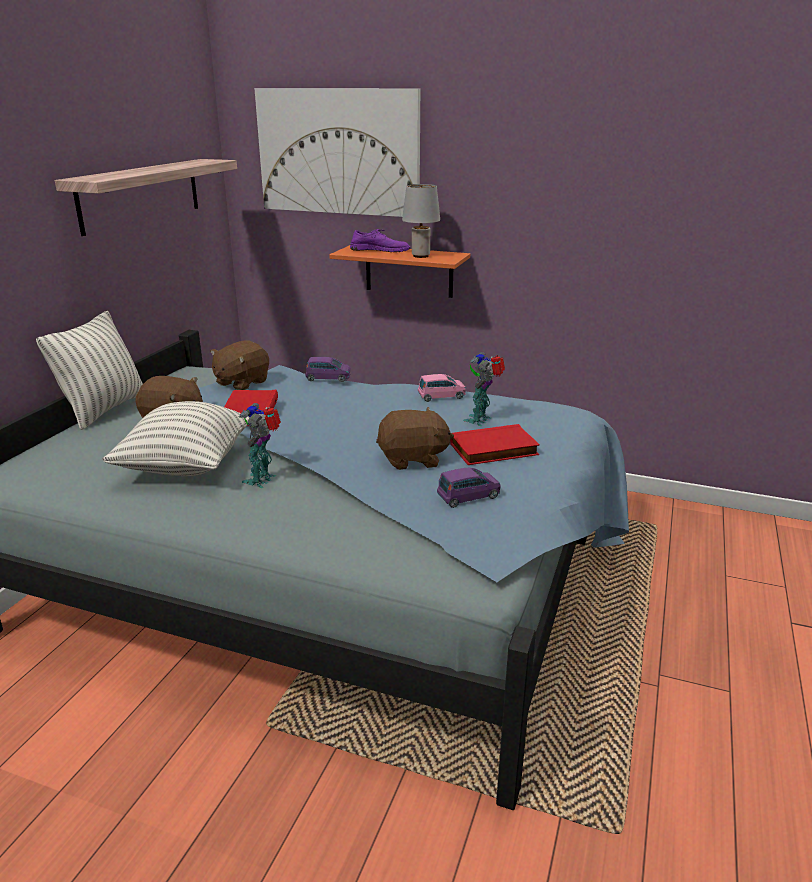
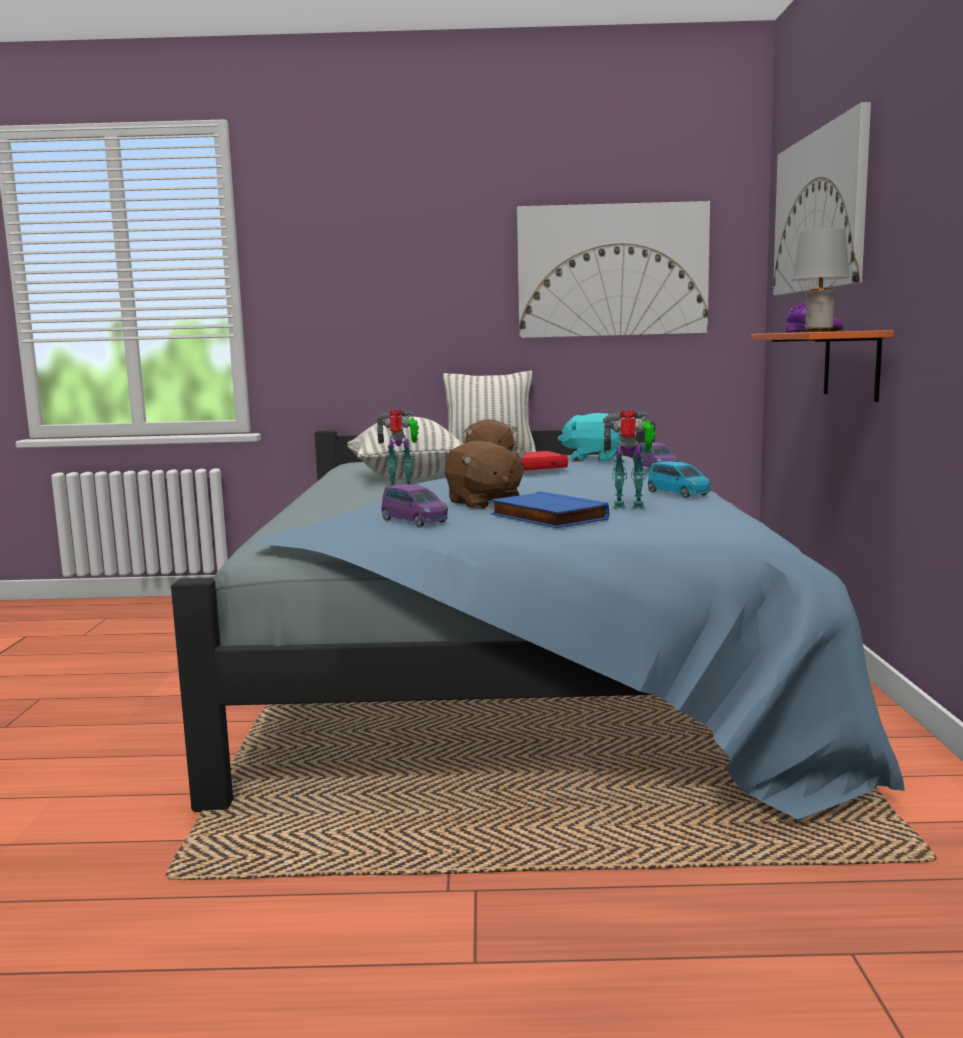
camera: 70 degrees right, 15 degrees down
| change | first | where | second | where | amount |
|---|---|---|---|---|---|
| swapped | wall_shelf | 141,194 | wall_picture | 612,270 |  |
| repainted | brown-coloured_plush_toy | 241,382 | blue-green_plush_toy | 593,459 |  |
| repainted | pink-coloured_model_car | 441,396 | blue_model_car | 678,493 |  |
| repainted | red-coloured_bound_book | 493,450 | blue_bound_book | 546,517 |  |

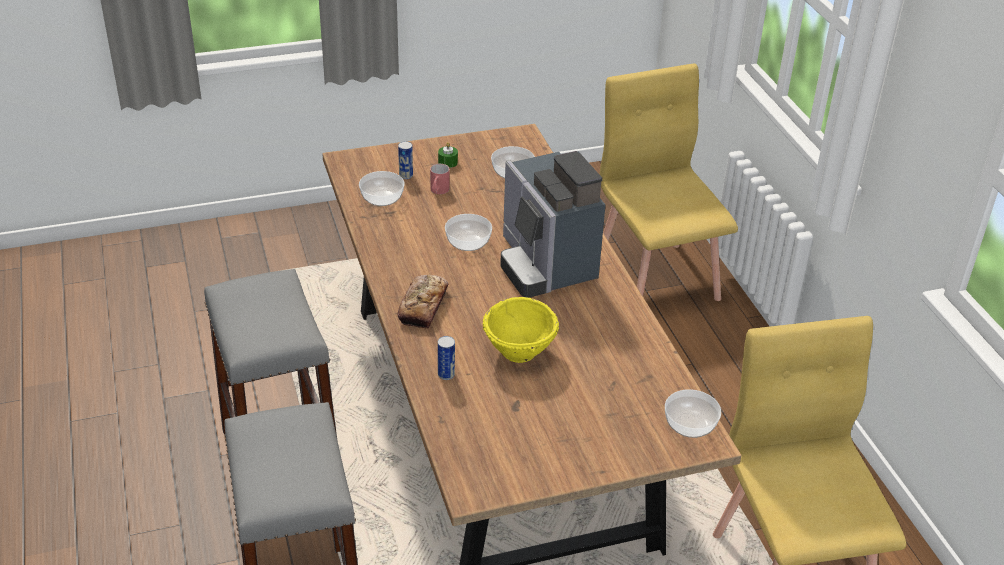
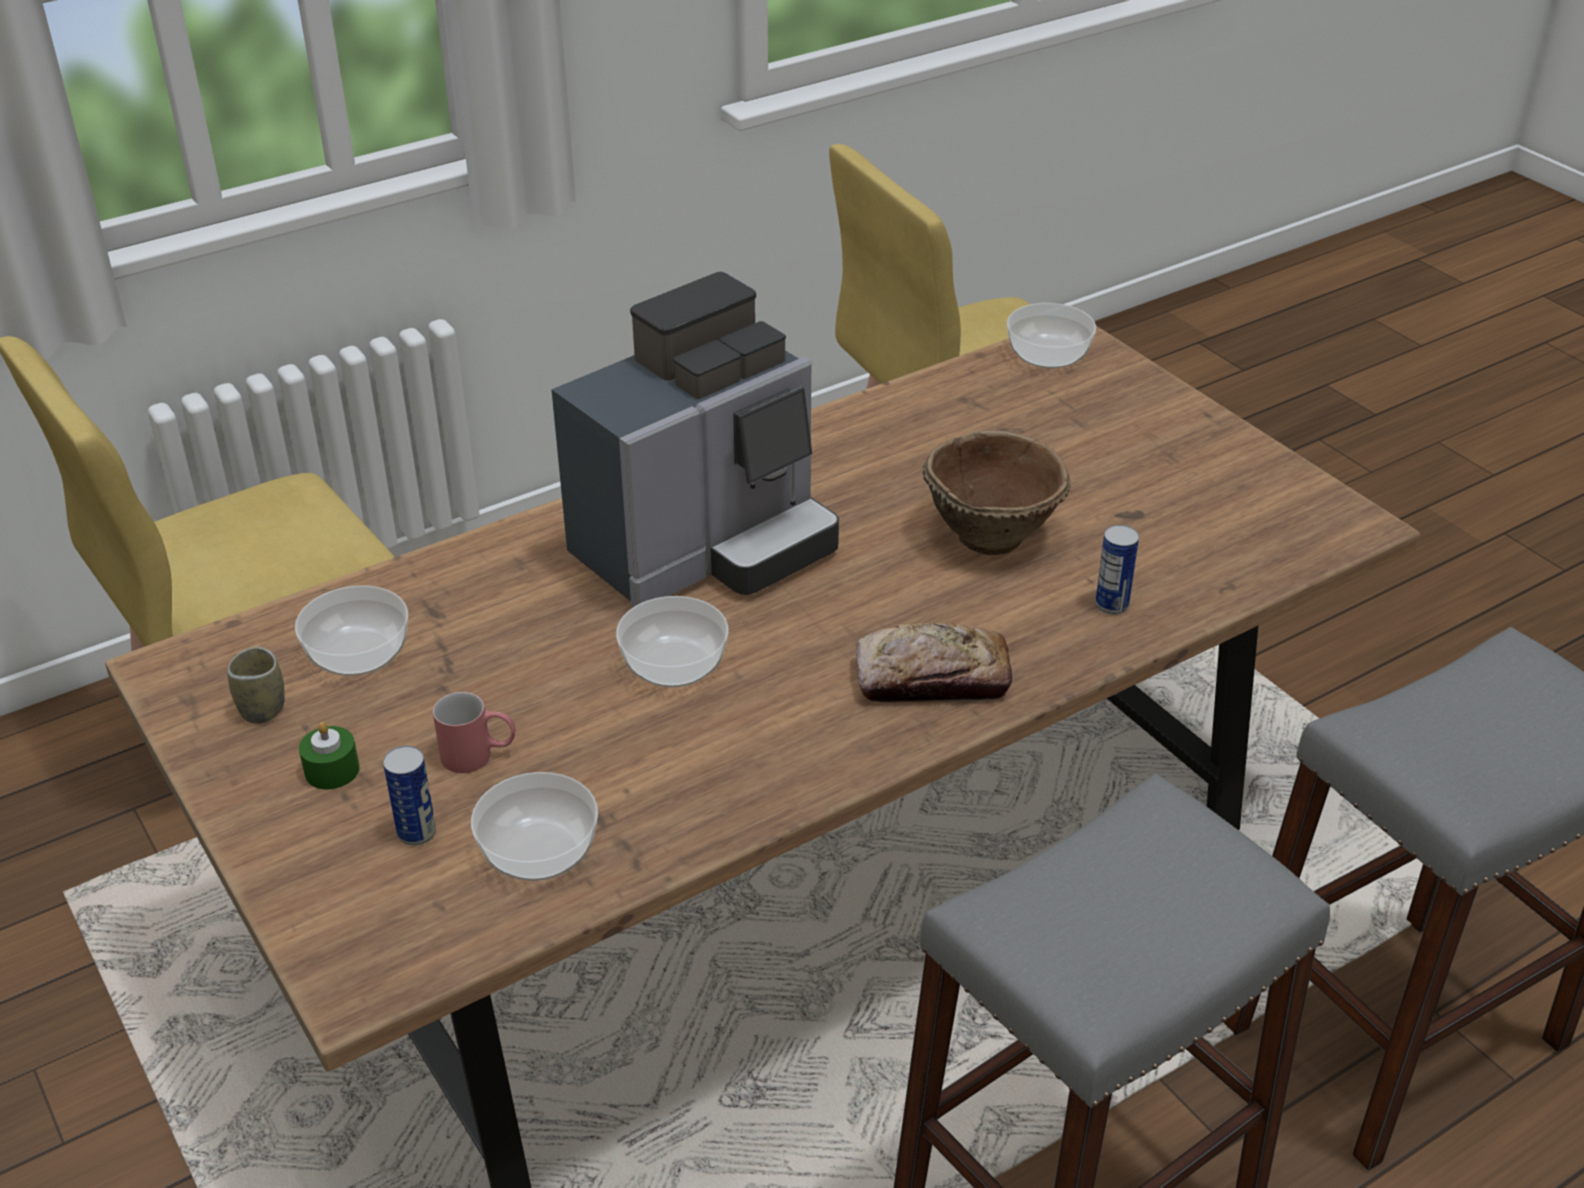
camera: 105 degrees left, 0 degrees up
| change | first | where | second | where | amount |
|---|---|---|---|---|---|
| repainted | yellowish_serving_bowl | 520,352 | brown-coloured_serving_bowl | 991,533 |  |
| new |  |  | drinking_cup | 262,709 |  |

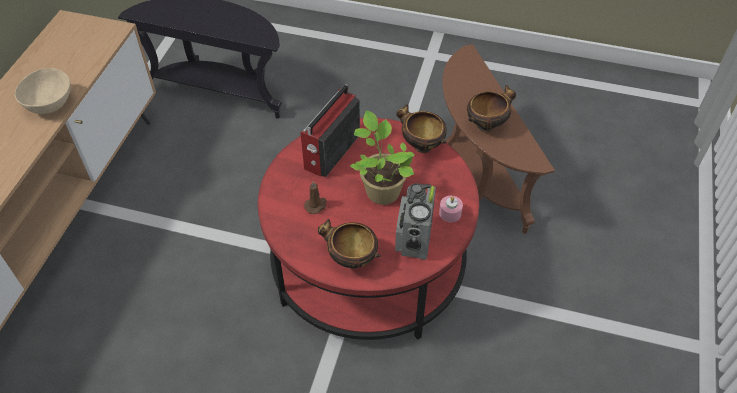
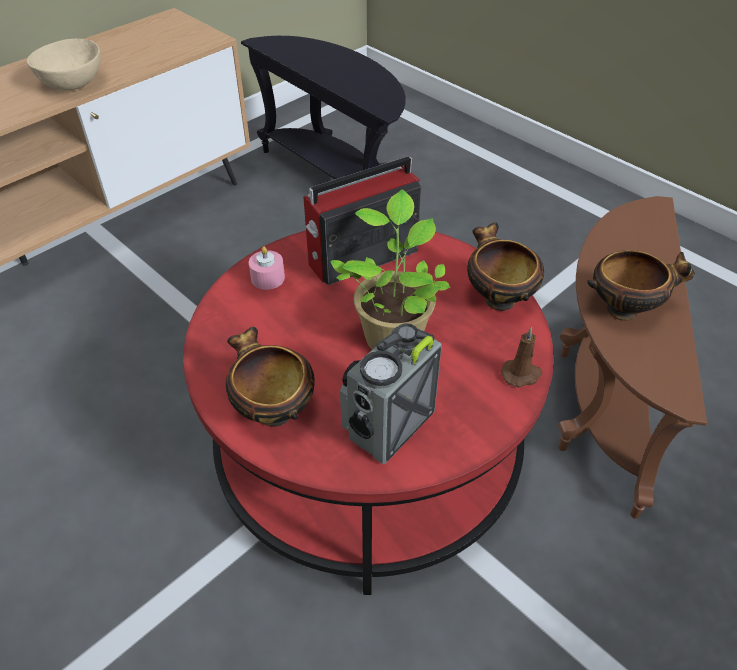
camera: 30 degrees right, 5 degrees down
| change | first | where | second | where | amount |
|---|---|---|---|---|---|
| shifted | brown-coloured_candle | 316,205 |  | 521,374 |  |
| shifted | pink-coloured_candle | 450,213 |  | 268,278 |  |

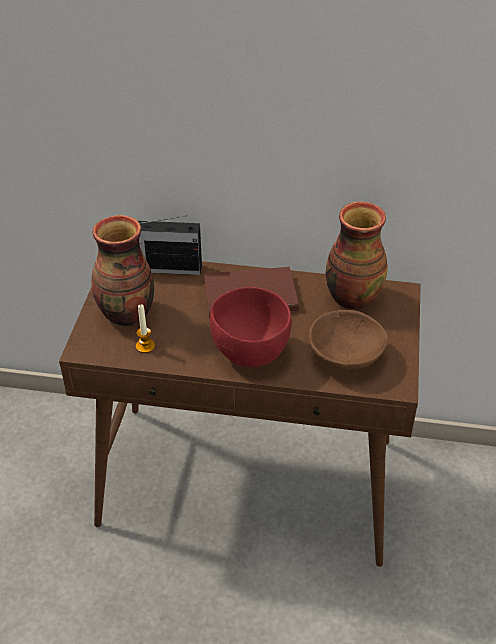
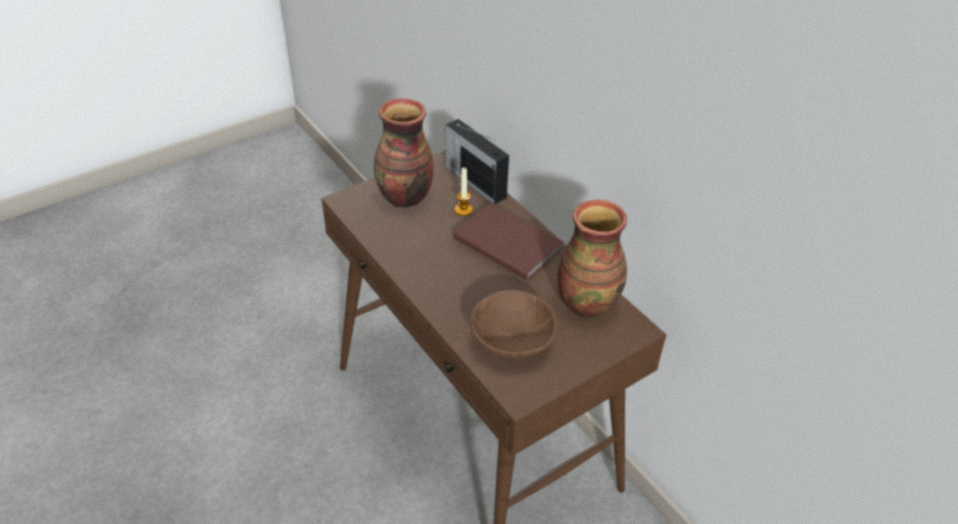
camera: 45 degrees right, 0 degrees up
| change | first | where | second | where | amount |
|---|---|---|---|---|---|
| gone | red-coloured_serving_bowl | 250,352 |  |  |  |
| shifted | candle | 145,346 |  | 463,210 |  |

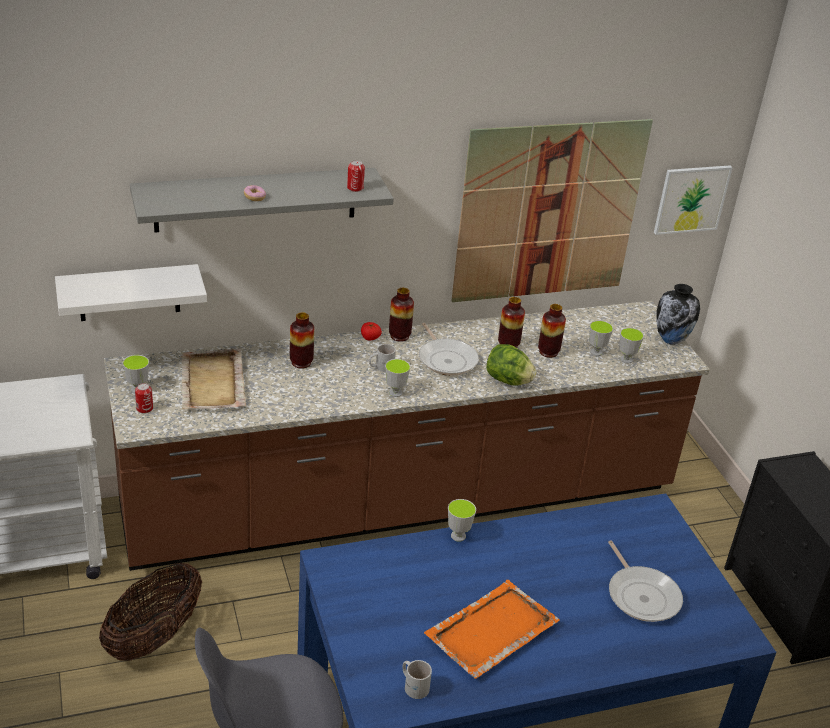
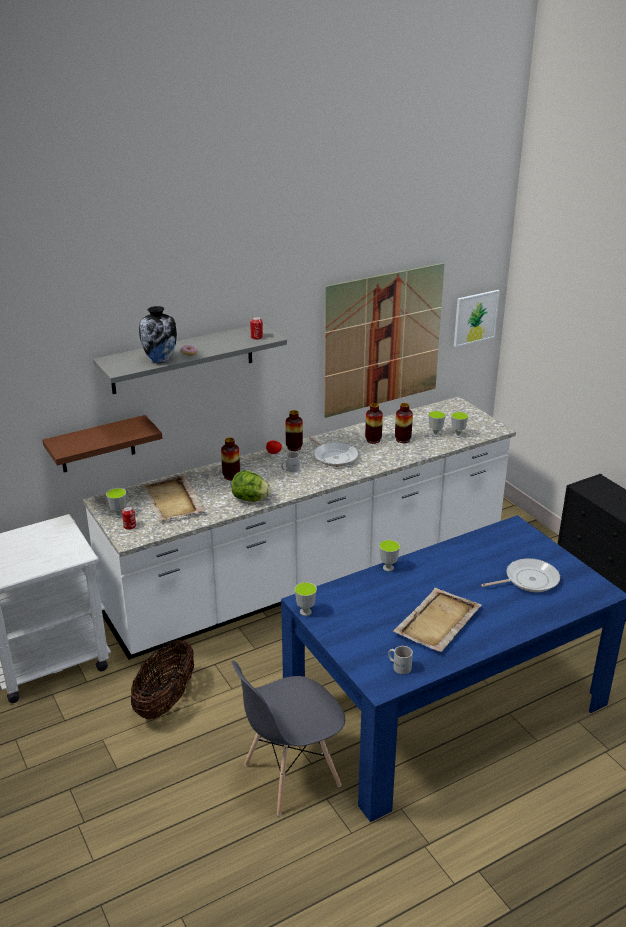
camera: 10 degrees left, 5 degrees down
| change | first | where | second | where | amount |
|---|---|---|---|---|---|
| repainted | white_wall_shelf | 129,293 | brown-coloured_wall_shelf | 97,444 |  |
| shifted | decorative_vase | 671,340 |  | 160,360 |  |
| repainted | brown-coloured_counter | 402,502 | white_counter | 313,574 |  |
| shifted | lettuce | 508,381 |  | 250,499 |  |
| shifted | drinking_cup | 395,393 |  | 305,612 |  |
| rotated | frying_pan | 641,595 |  | 528,580 | 75 degrees counterclockwise |
| repainted | orangey_tray | 490,631 | beige-coloured_tray | 437,622 |  |

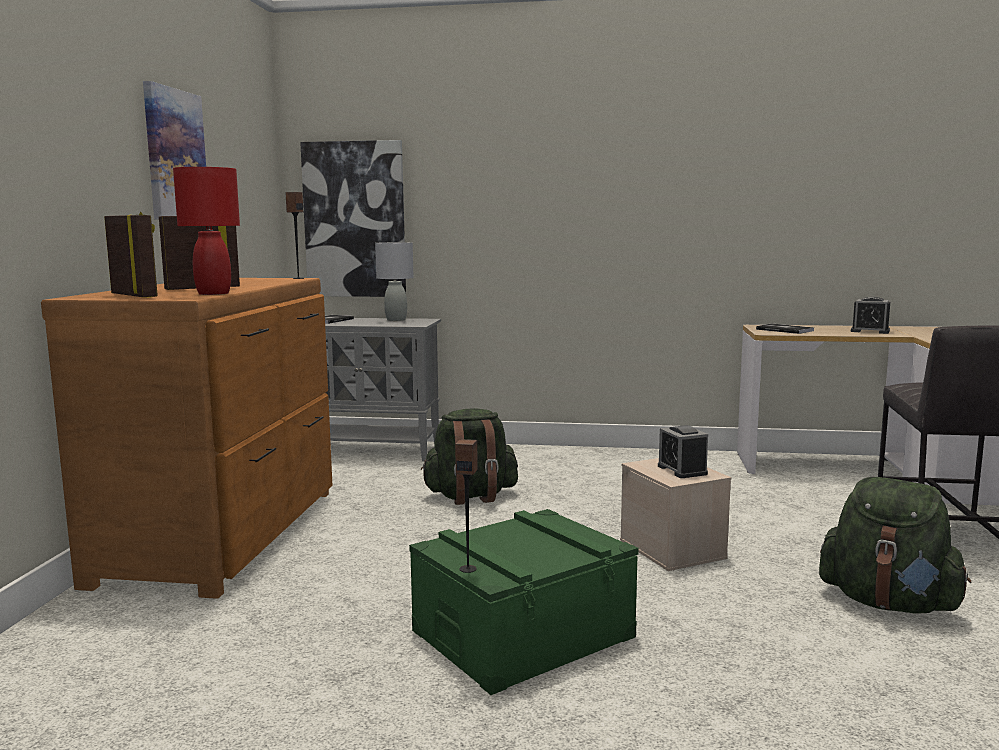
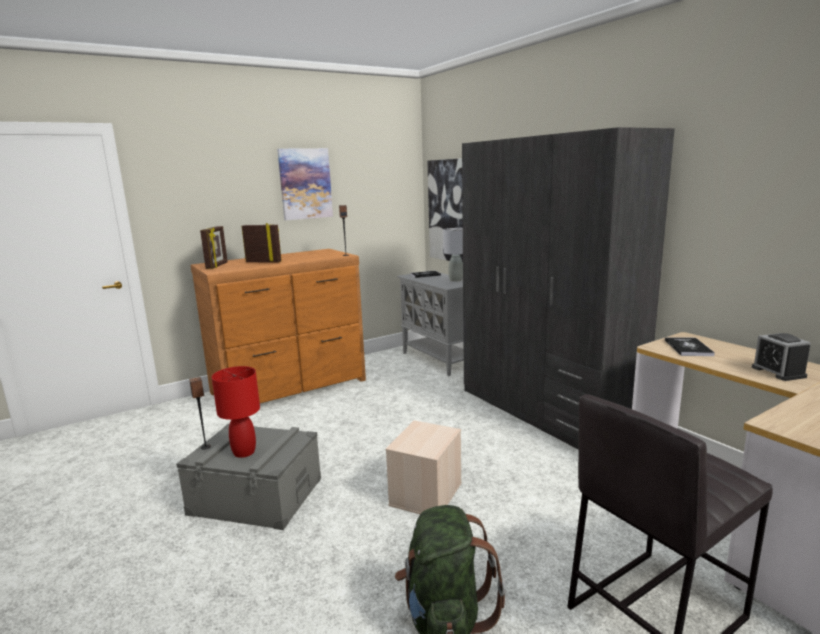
camera: 50 degrees right, 5 degrees up
| change | first | where | second | where | amount |
|---|---|---|---|---|---|
| shifted | red-coloured_table_lamp | 213,293 |  | 244,452 |  |
| gone | greenish_backpack | 471,496 |  |  |  |
| gone | table_clock | 682,470 |  |  |  |
| repainted | greenish_storage_box | 523,633 | greyish_storage_box | 256,496 |  |
| new |  |  | greyish_armoire | 545,412 |  |

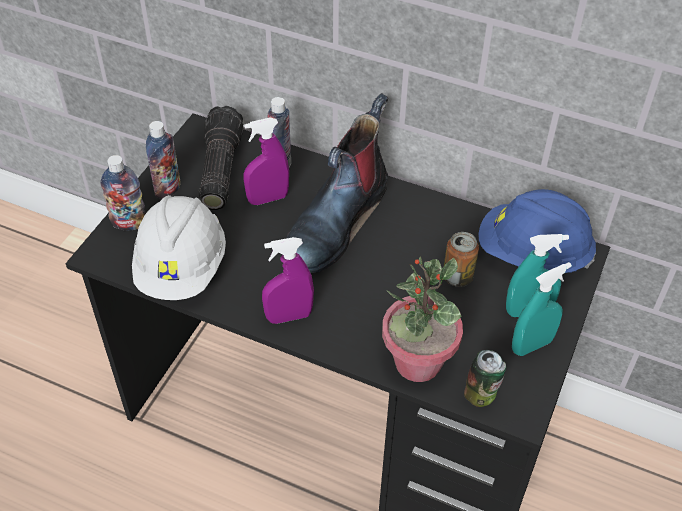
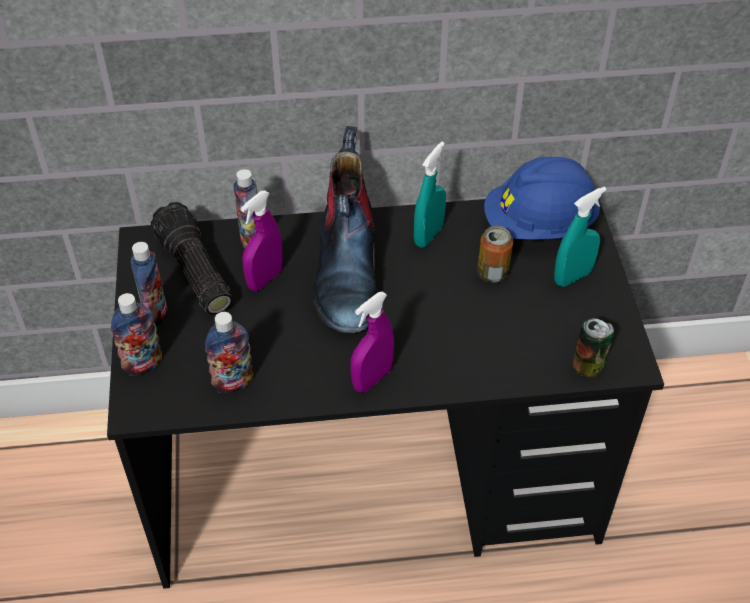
camera: 30 degrees left, 0 degrees up
| change | first | where | second | where | amount |
|---|---|---|---|---|---|
| swapped | white_safety_helmet | 182,268 | drink_bottle | 233,382 |  |
| gone | potted_plant | 417,362 |  |  |  |
| shifted | blue-green_hand_sprayer | 531,345 |  | 428,235 |  |

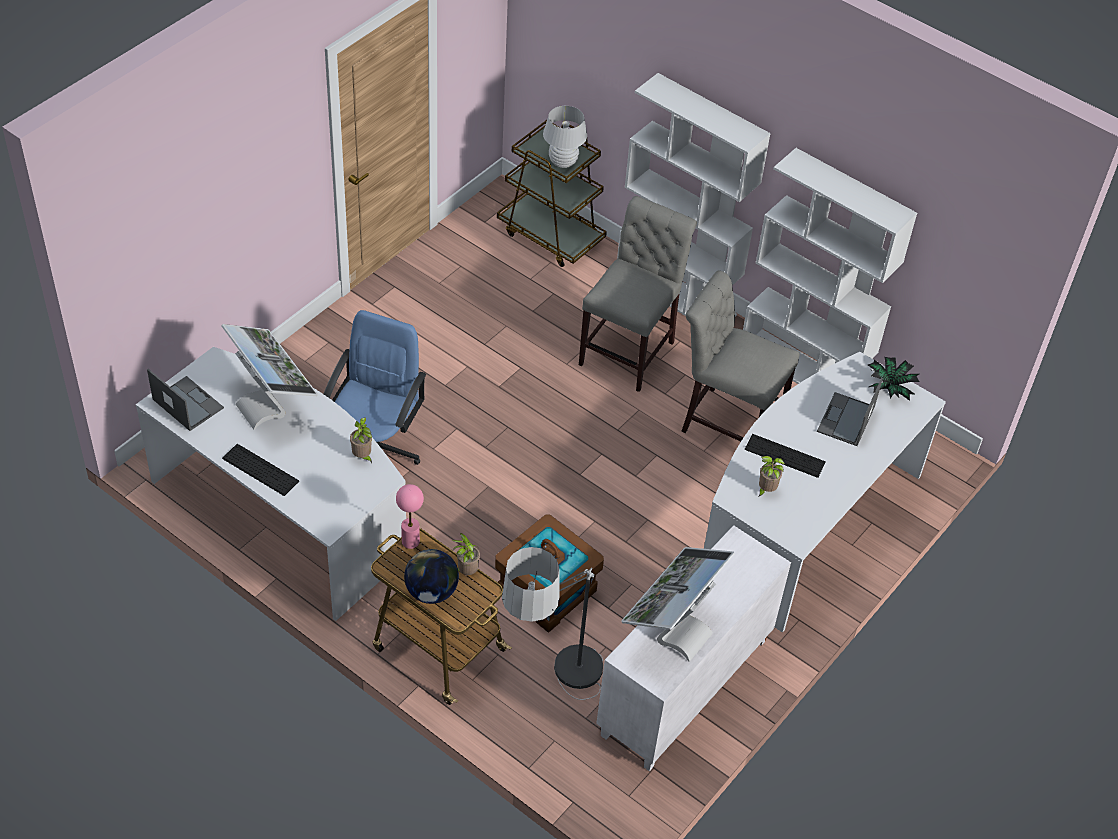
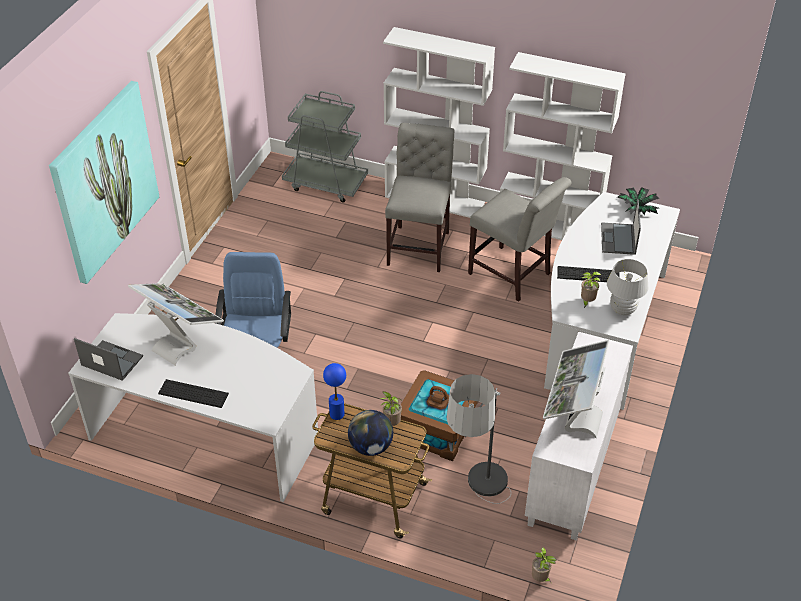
camera: 15 degrees left, 5 degrees down
| change | first | where | second | where | amount |
|---|---|---|---|---|---|
| shifted | white_table_lamp | 563,162 |  | 623,309 |  |
| repainted | brown-coloured_cart | 551,235 | greyish_cart | 326,183 |  |
| rotated | greyish_chair | 727,422 |  | 512,276 | 150 degrees counterclockwise |
| shifted | potted_plant | 362,456 |  | 540,579 |  |
| repainted | pink-coloured_table_lamp | 410,541 | blue_table_lamp | 337,414 |  |
| new |  |  | wall_picture | 104,181 |  |

